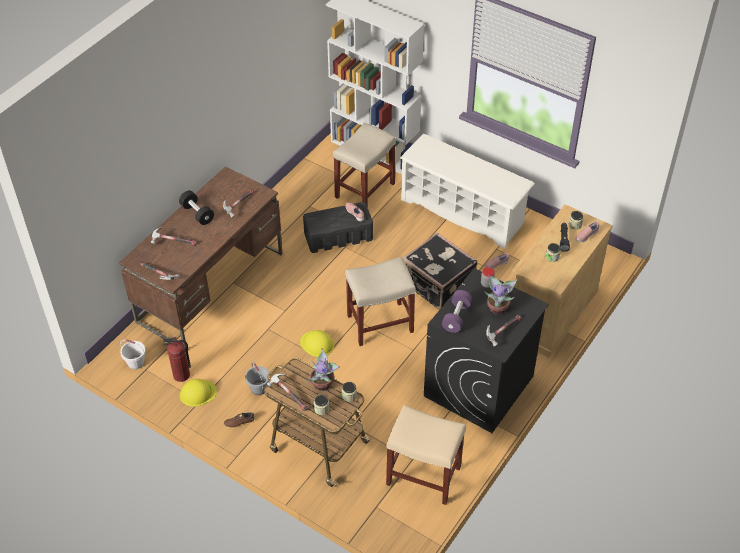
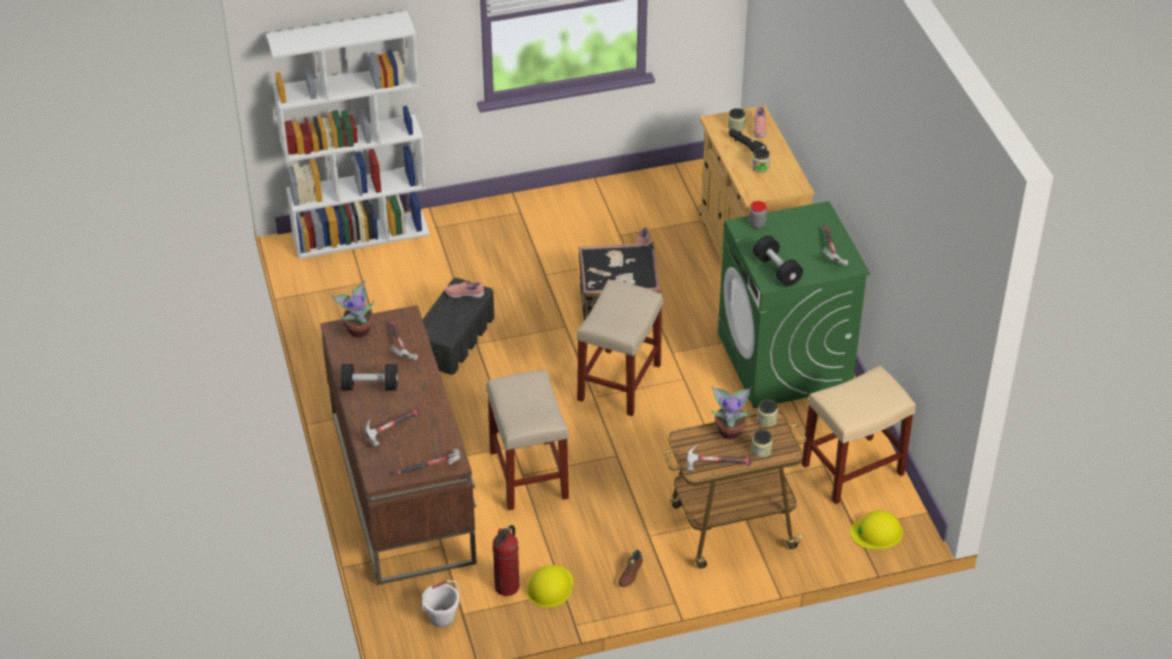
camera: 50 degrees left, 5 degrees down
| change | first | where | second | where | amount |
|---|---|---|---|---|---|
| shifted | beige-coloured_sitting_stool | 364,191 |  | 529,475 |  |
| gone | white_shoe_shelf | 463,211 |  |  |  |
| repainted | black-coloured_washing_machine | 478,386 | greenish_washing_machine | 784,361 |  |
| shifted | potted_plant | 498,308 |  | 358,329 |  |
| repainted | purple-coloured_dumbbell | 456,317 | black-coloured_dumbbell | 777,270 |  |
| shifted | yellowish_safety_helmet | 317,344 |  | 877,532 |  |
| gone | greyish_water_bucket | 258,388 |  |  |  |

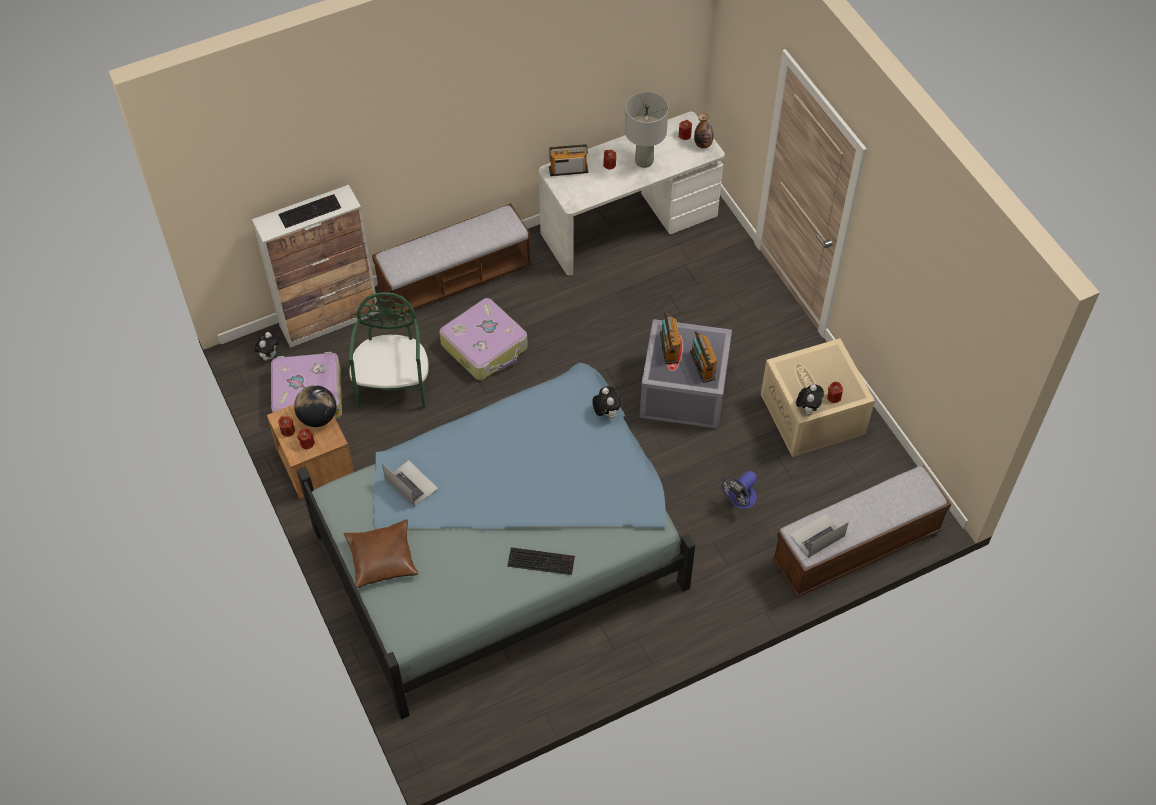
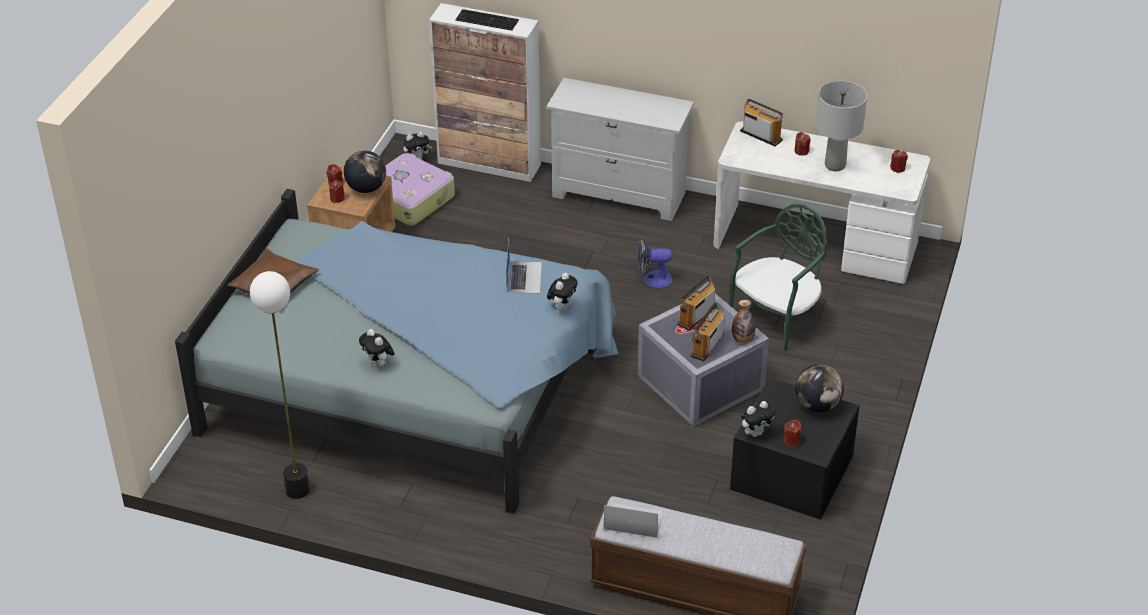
camera: 45 degrees right, 15 degrees down
| change | first | where | second | where | amount |
|---|---|---|---|---|---|
| shifted | drink_bottle | 703,144 |  | 742,339 |  |
| swapped | indoor_bench | 455,278 | white_drawer_chest | 619,194 |  |
| shifted | greenish_chair | 393,385 |  | 777,318 |  |
| gone | travel_case | 485,346 |  |  |  |
| repainted | beige-coloured_storage_box | 814,415 | black-coloured_storage_box | 792,474 |  |
| shifted | portable_computer | 411,483 |  | 524,277 |  |
| shifted | cooling_fan | 739,500 |  | 652,279 |  |
| swapped | PC_keyboard | 542,560 | plush_toy | 378,364 |  |
| new |  |  | floor_lamp | 297,490 |  |
| new |  |  | world_globe | 817,405 |  |

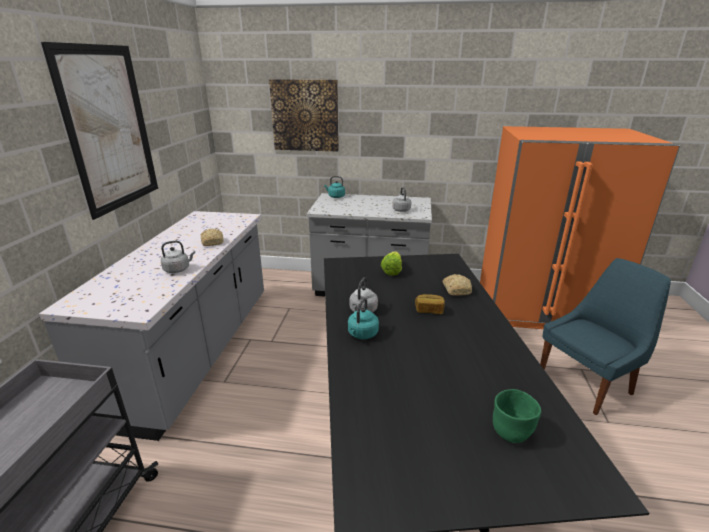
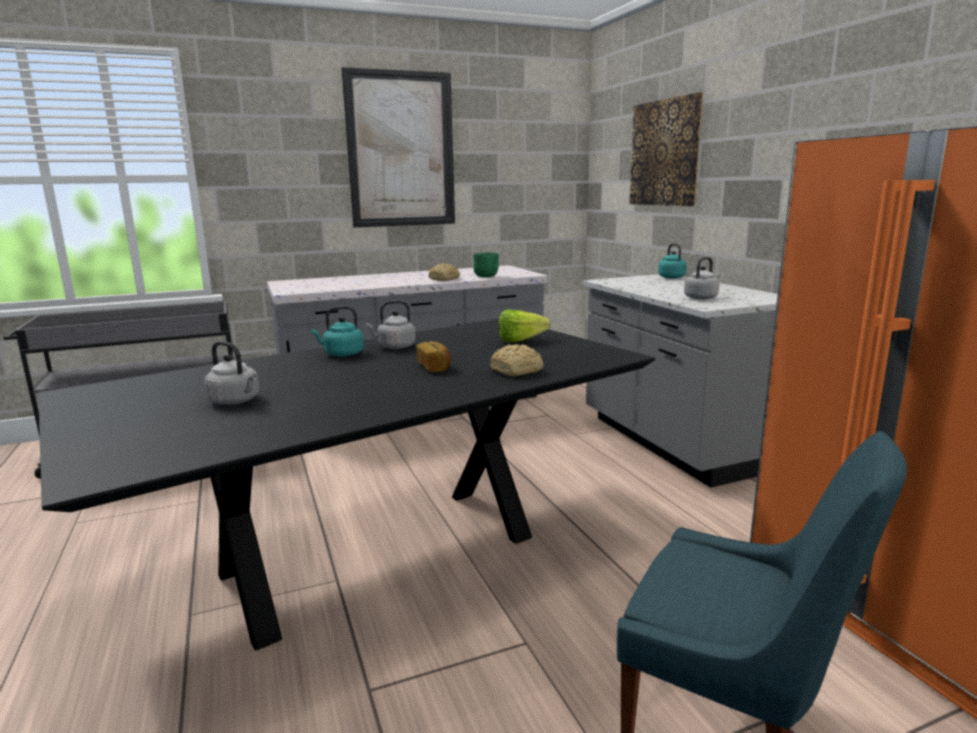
camera: 60 degrees right, 10 degrees down
| change | first | where | second | where | amount |
|---|---|---|---|---|---|
| shifted | greyish_water_kettle | 178,269 |  | 236,401 |  |
| shifted | greenish_serving_bowl | 511,432 |  | 486,276 |  |

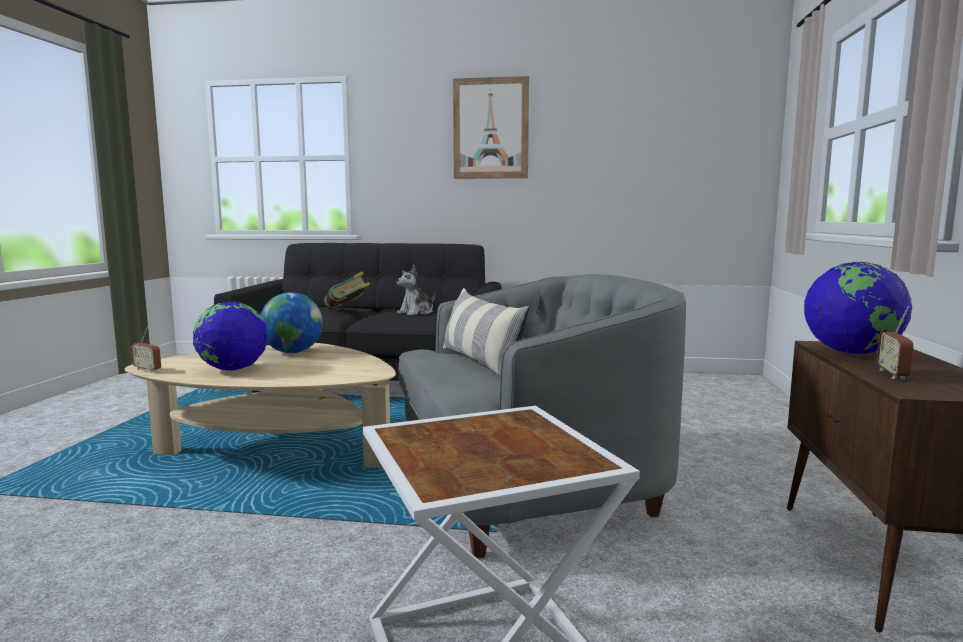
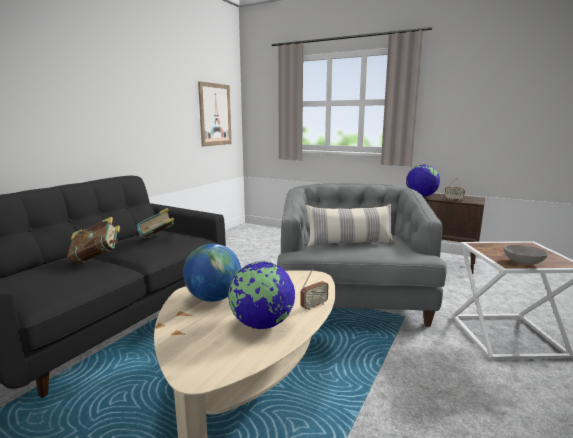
camera: 70 degrees left, 5 degrees up
| change | first | where | second | where | amount |
|---|---|---|---|---|---|
| shifted | wall_picture | 490,128 |  | 215,114 |  |
| swapped | plush_toy | 416,313 | bound_book | 157,240 |  |
| shifted | radio_set | 147,370 |  | 314,306 |  |
| new |  |  | greyish_serving_bowl | 523,263 |  |

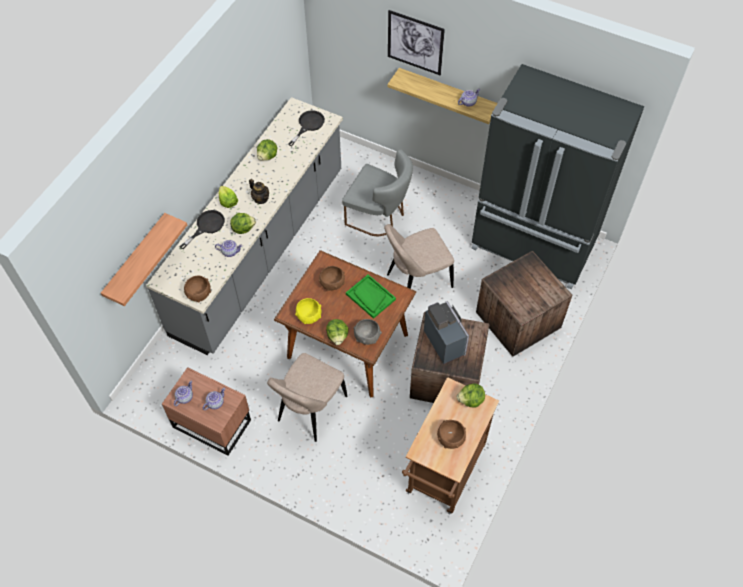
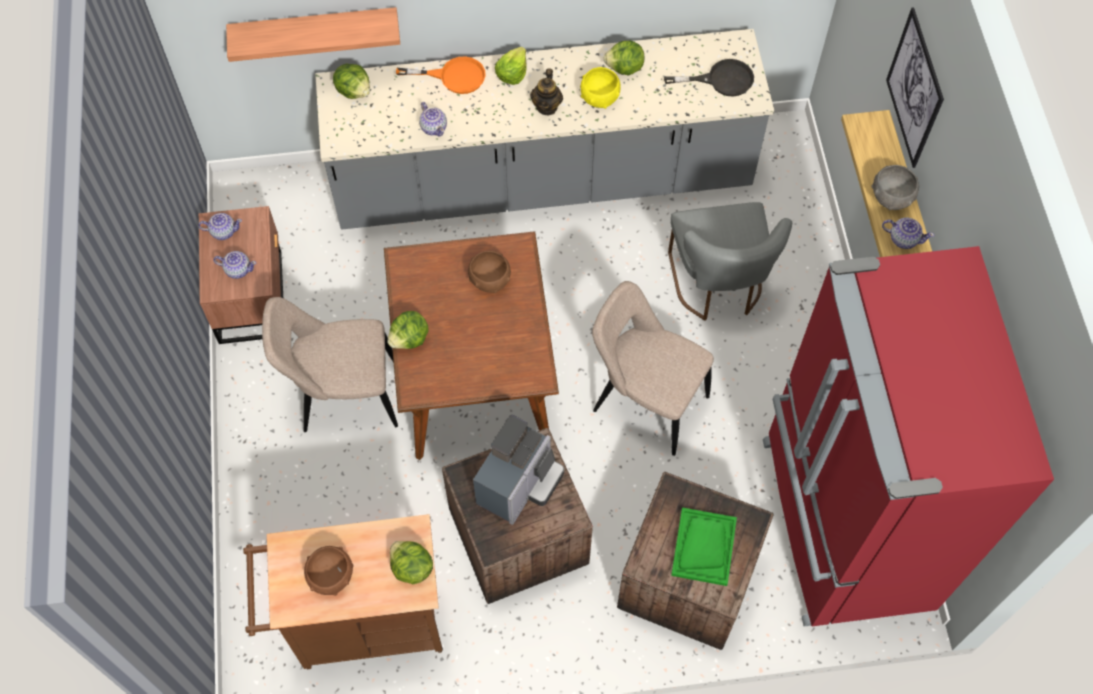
camera: 55 degrees right, 5 degrees up
| change | first | where | second | where | amount |
|---|---|---|---|---|---|
| repainted | black-coloured_refrigerator | 533,245 | red-coloured_refrigerator | 842,524 |  |
| repainted | black-coloured_frying_pan | 206,226 | orangey_frying_pan | 453,76 |  |
| shifted | lettuce | 243,228 |  | 354,91 |  |
| shifted | greenish_tray | 370,297 |  | 703,547 |  |
| gone | brown-coloured_serving_bowl | 199,294 |  |  |  |
| shifted | yellowish_serving_bowl | 309,316 |  | 599,97 |  |
| shifted | greyish_serving_bowl | 367,337 |  | 891,197 |  |

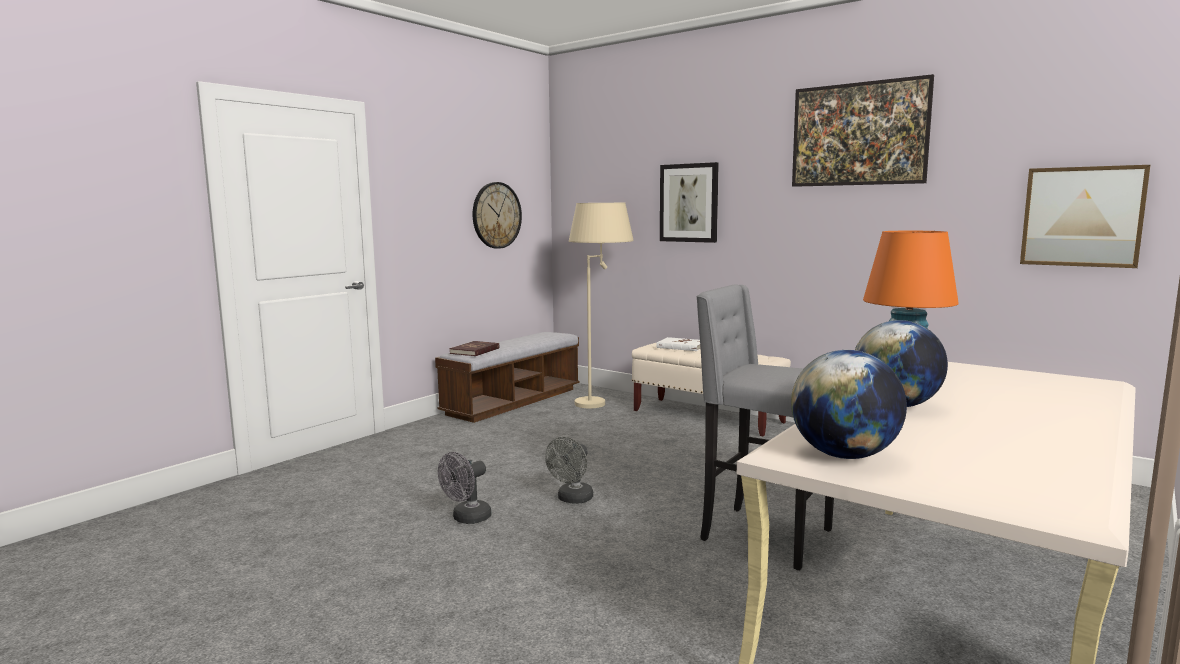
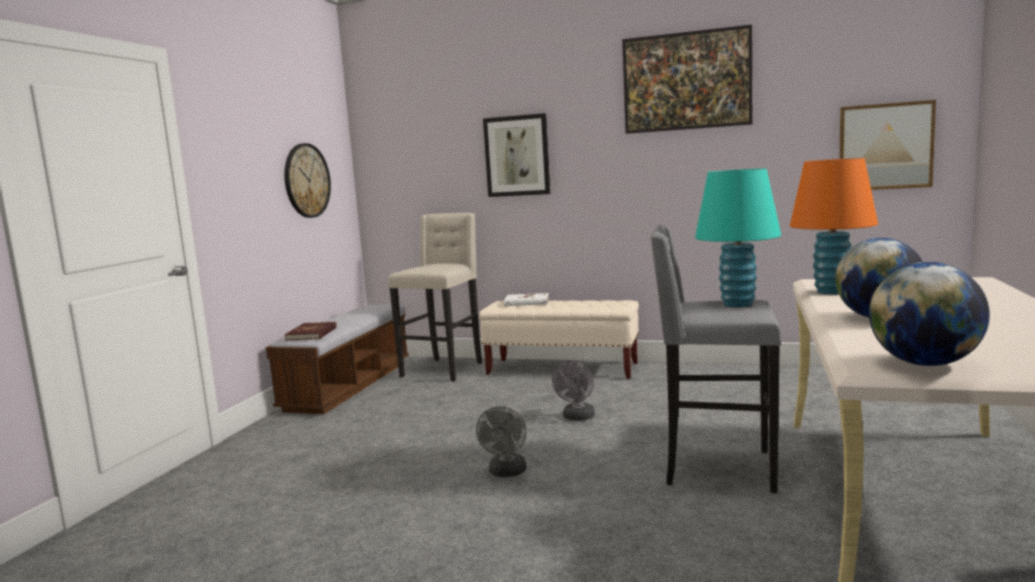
camera: 20 degrees left, 0 degrees up
| change | first | where | second | where | amount |
|---|---|---|---|---|---|
| swapped | beige-coloured_floor_lamp | 602,400 | beige-coloured_sitting_stool | 444,369 |  |
| shifted | greyish_cooling_fan | 467,519 |  | 577,418 |  |
| new |  |  | blue-green_table_lamp | 738,304 |  |

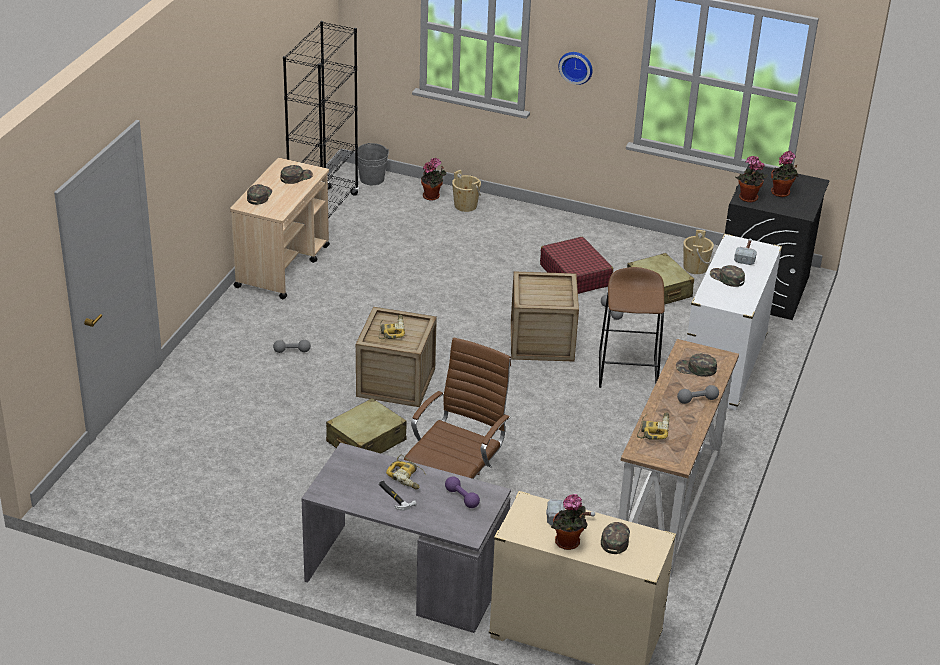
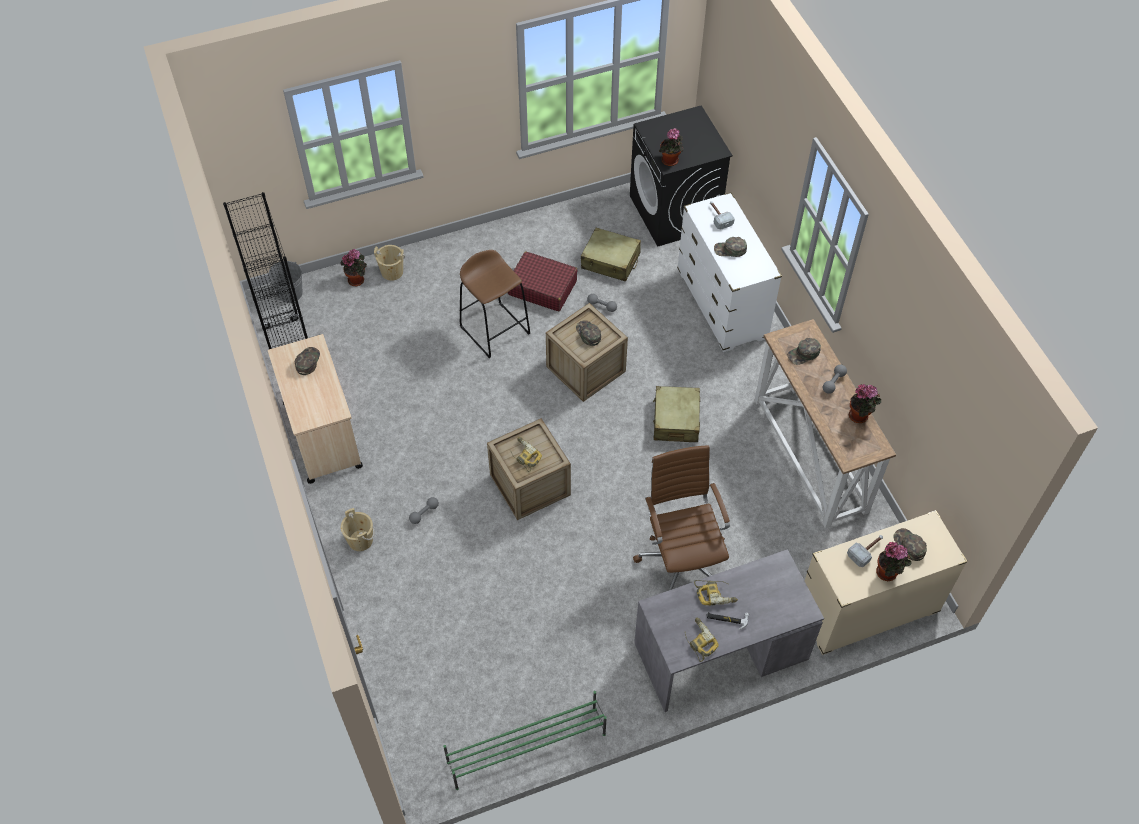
camera: 40 degrees left, 20 degrees up
| change | first | where | second | where | amount |
|---|---|---|---|---|---|
| gone | hanging_clock | 576,66 |  |  |  |
| shifted | potted_plant | 781,193 |  | 860,416 |  |
| shifted | greenish_baseball_cap | 259,196 |  | 588,334 |  |
| shifted | beige-coloured_water_bucket | 695,267 |  | 360,540 |  |
| shifted | brown-coloured_sitting_stool | 628,371 |  | 495,330 |  |
| shifted | beige-coloured_travel_case | 366,441 |  | 676,420 |  |
| shifted | drill | 653,429 |  | 699,641 |  |
| gone | purple-coloured_dumbbell | 462,498 |  |  |  |
| new |  |  | greenish_shoe_shelf | 525,748 |  |

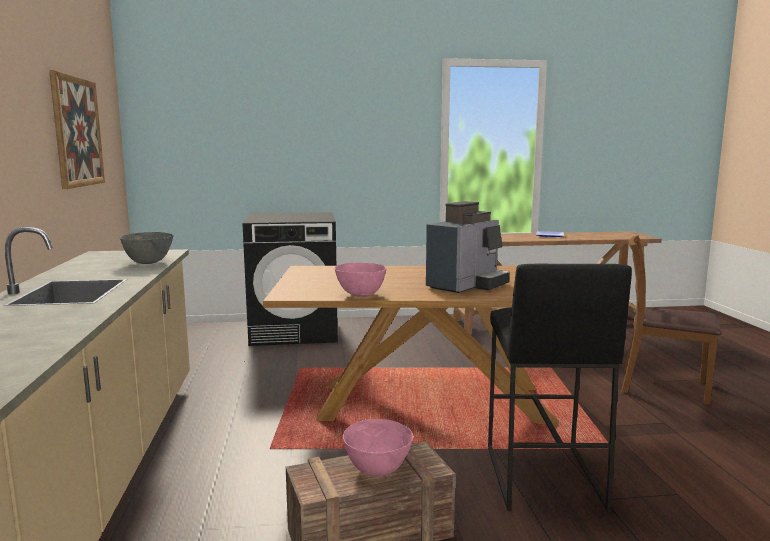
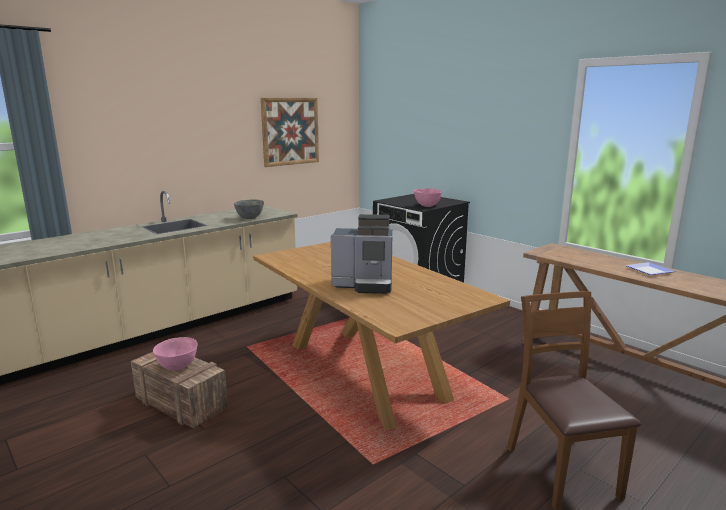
camera: 55 degrees right, 5 degrees up
| change | first | where | second | where | amount |
|---|---|---|---|---|---|
| shifted | pink-coloured_serving_bowl | 361,295 |  | 427,206 |  |
| gone | black-coloured_sitting_stool | 541,476 |  |  |  |

